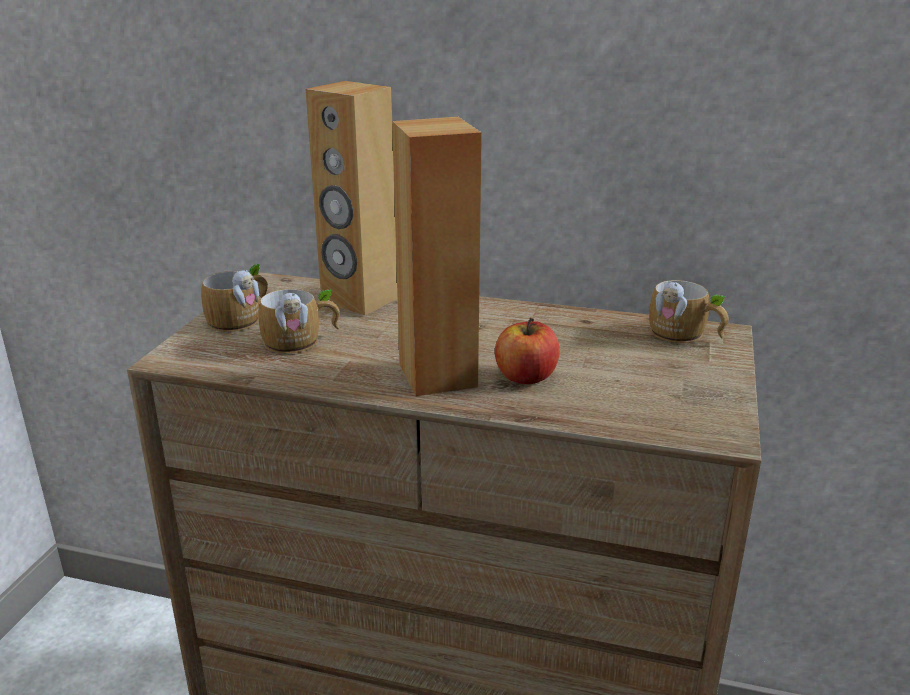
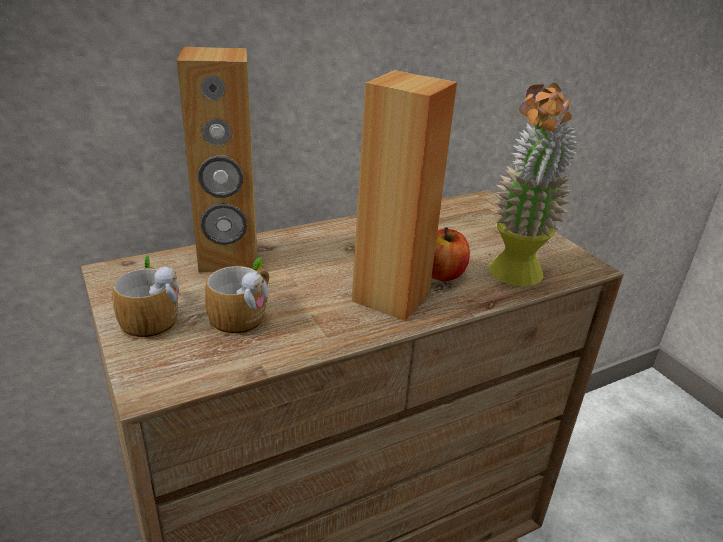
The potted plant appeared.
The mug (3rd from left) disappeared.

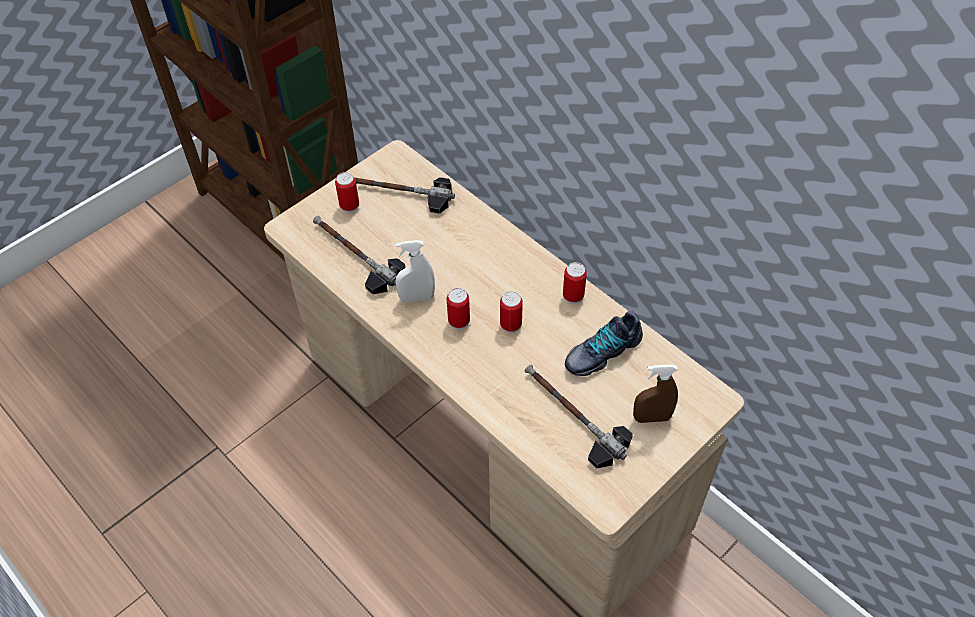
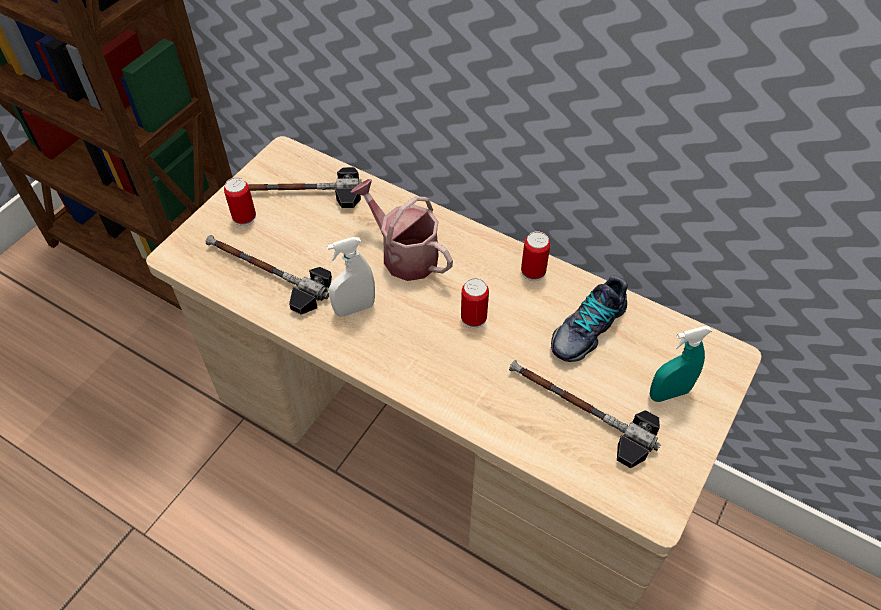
The watering can appeared.
The brown spray bottle became the turquoise spray bottle.
The can (2nd from left) disappeared.

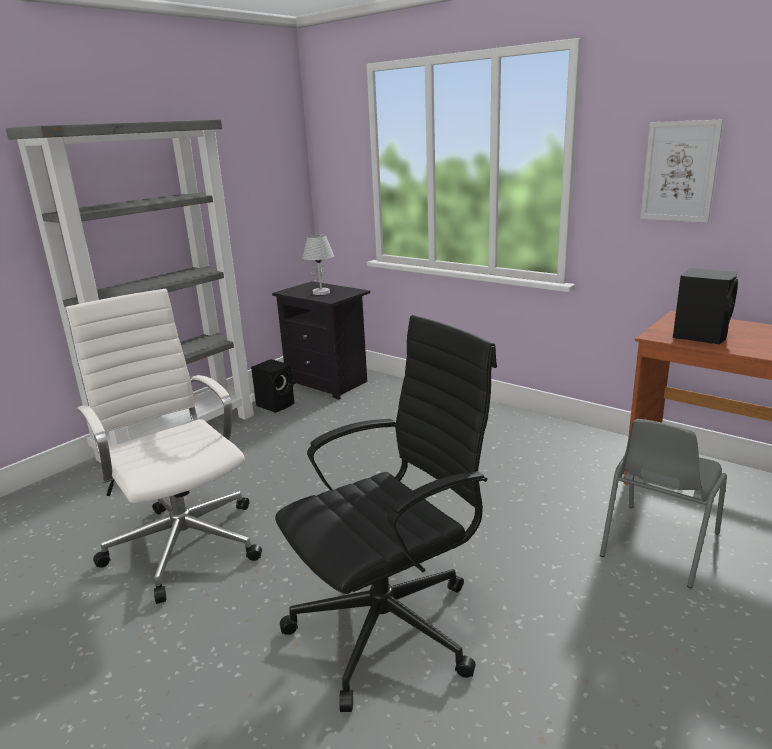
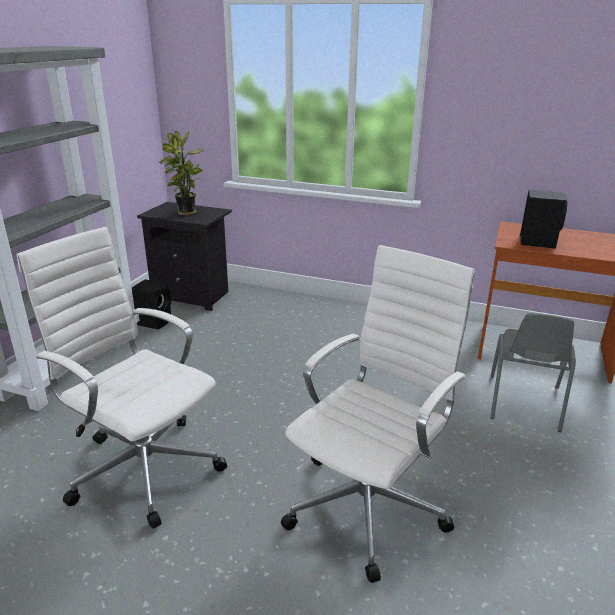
The white table lamp was replaced by the potted plant.
The black office chair became the white office chair (2nd from left).
The picture disappeared.

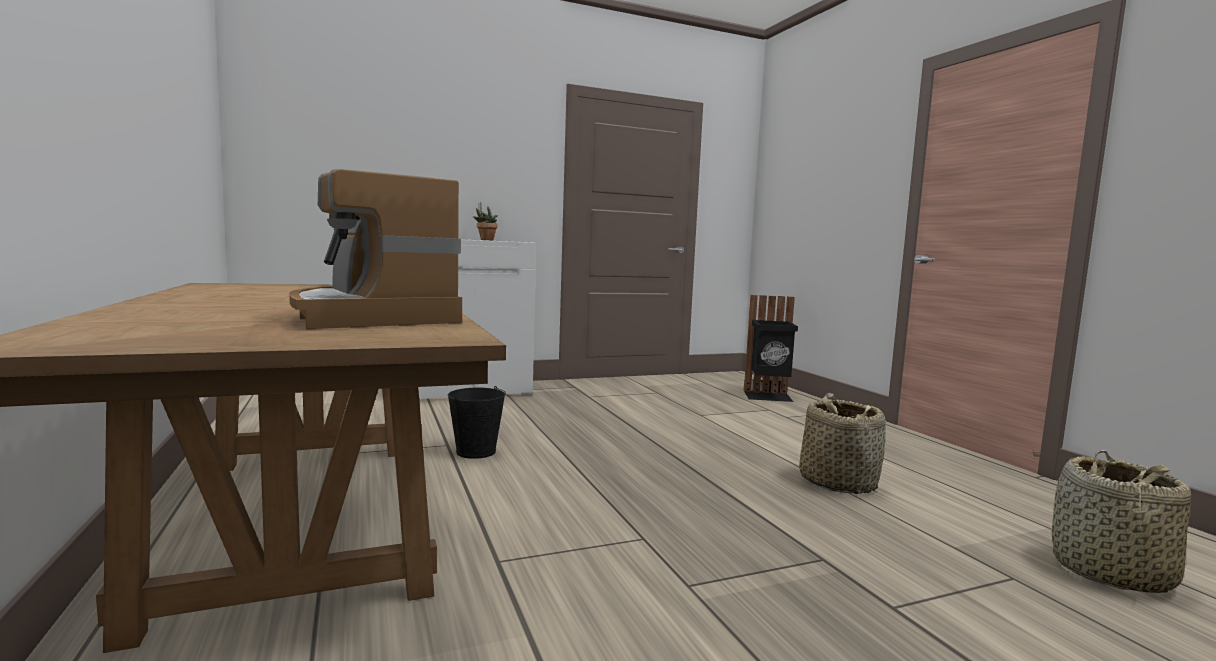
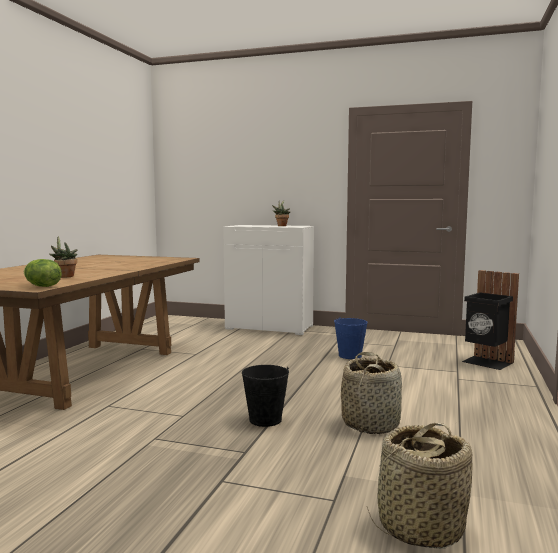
The lettuce appeared.
The coffee machine was replaced by the potted plant (1st from left).
The black bucket moved.
The blue bucket appeared.

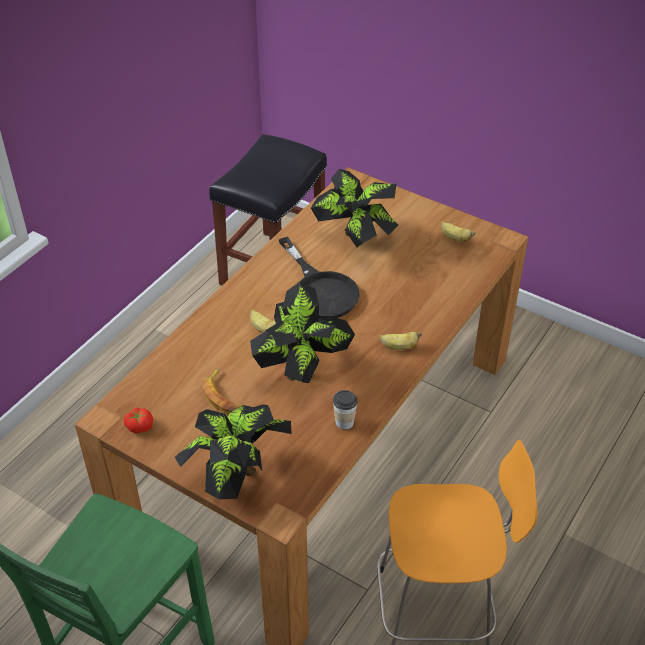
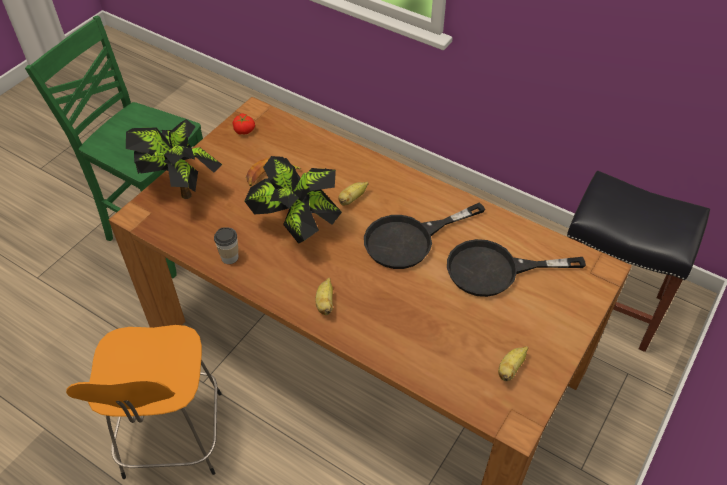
The potted plant (3rd from left) was replaced by the black frying pan (2nd from left).

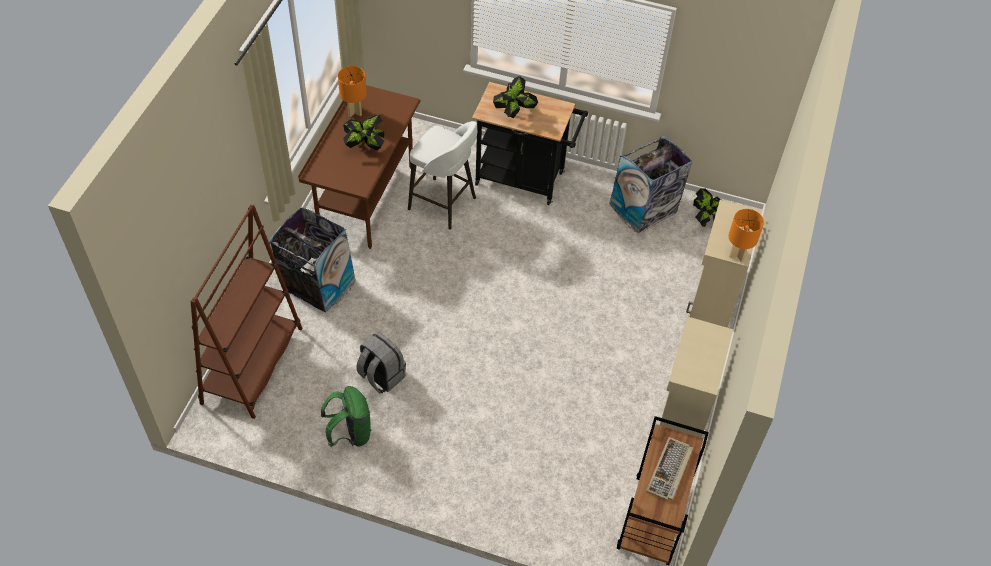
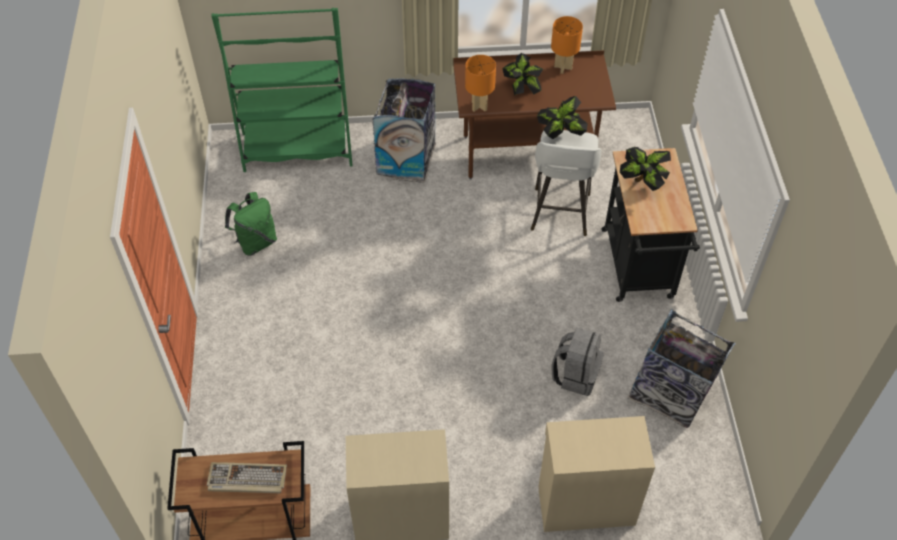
The brown bookcase became the green bookcase.
The orange table lamp (2nd from left in the first image) moved.
The potted plant (3rd from left in the first image) moved.
The grey backpack moved.

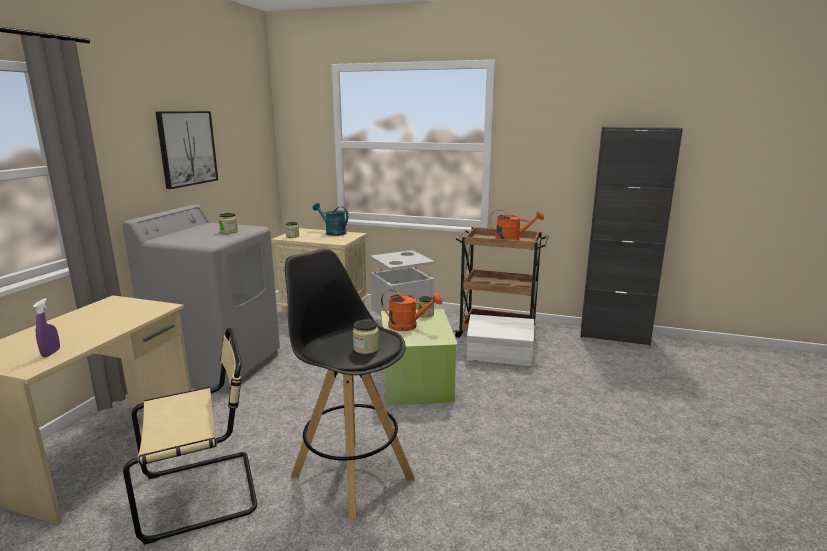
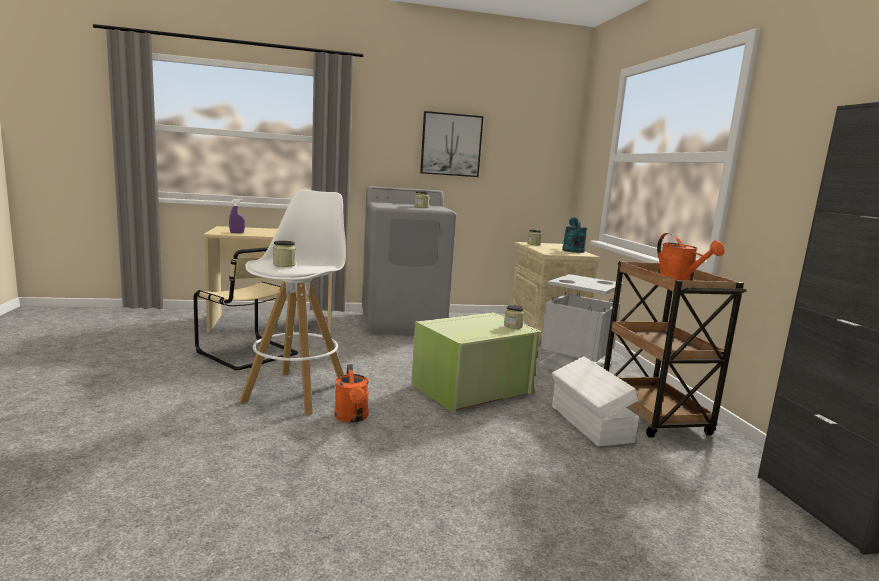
The black stool became the white stool.
The orange watering can (1st from left) moved.

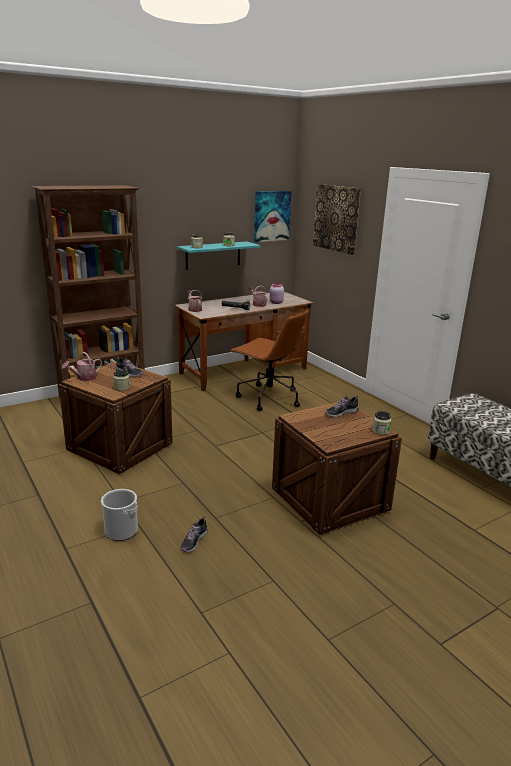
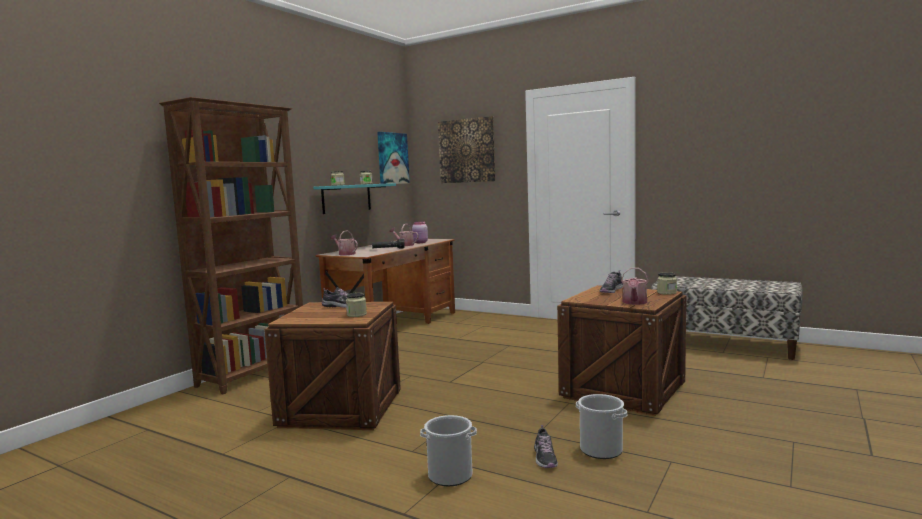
The bucket (2nd from left) appeared.
The watering can (1st from left in the first image) moved.
The brown office chair disappeared.

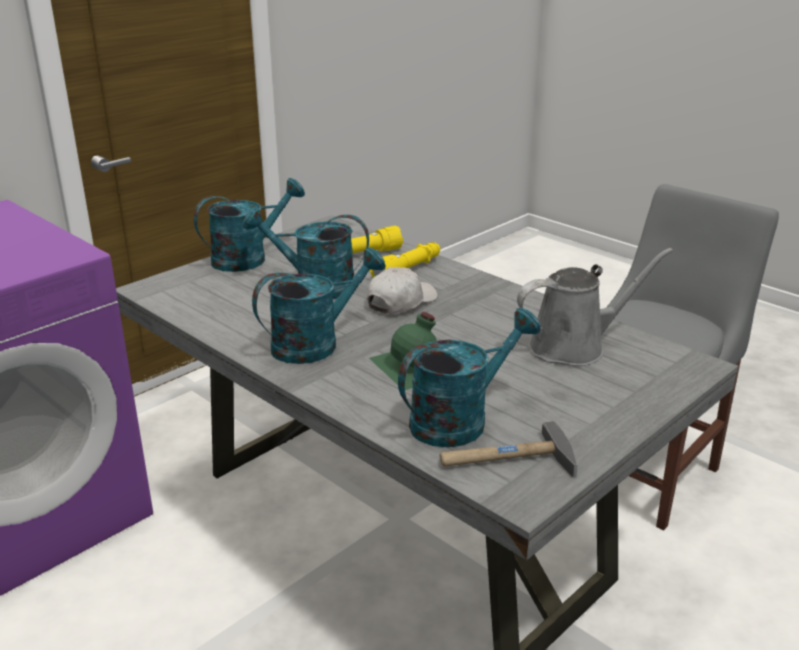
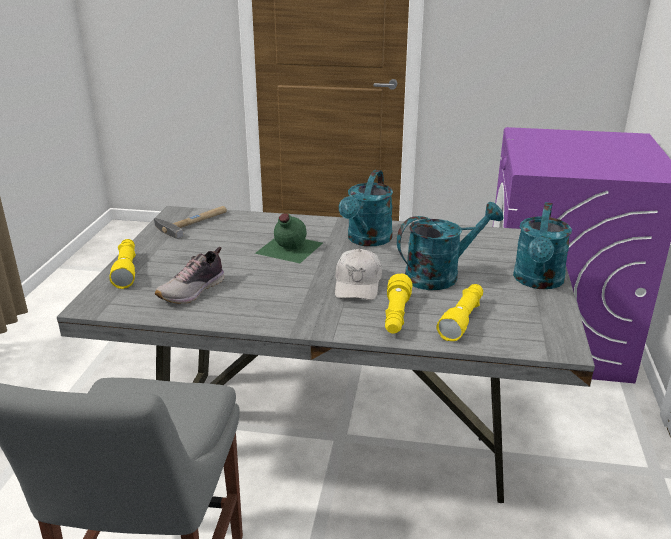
The yellow flashlight (1st from left) appeared.
The grey watering can was replaced by the shoe.
The turquoise watering can (4th from left) disappeared.

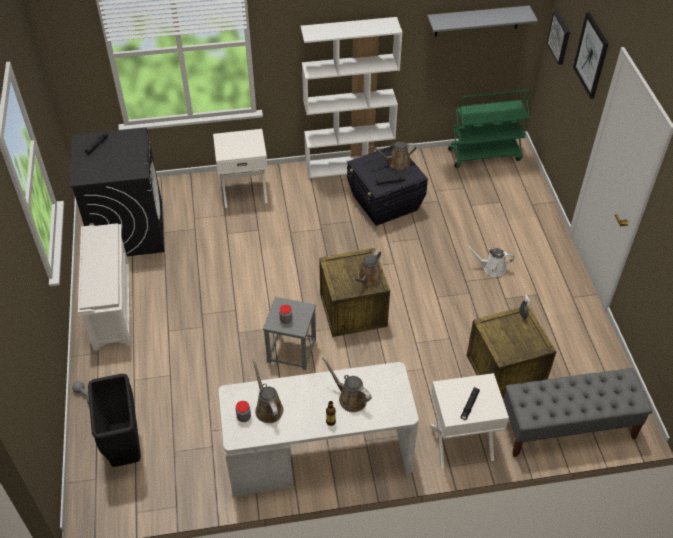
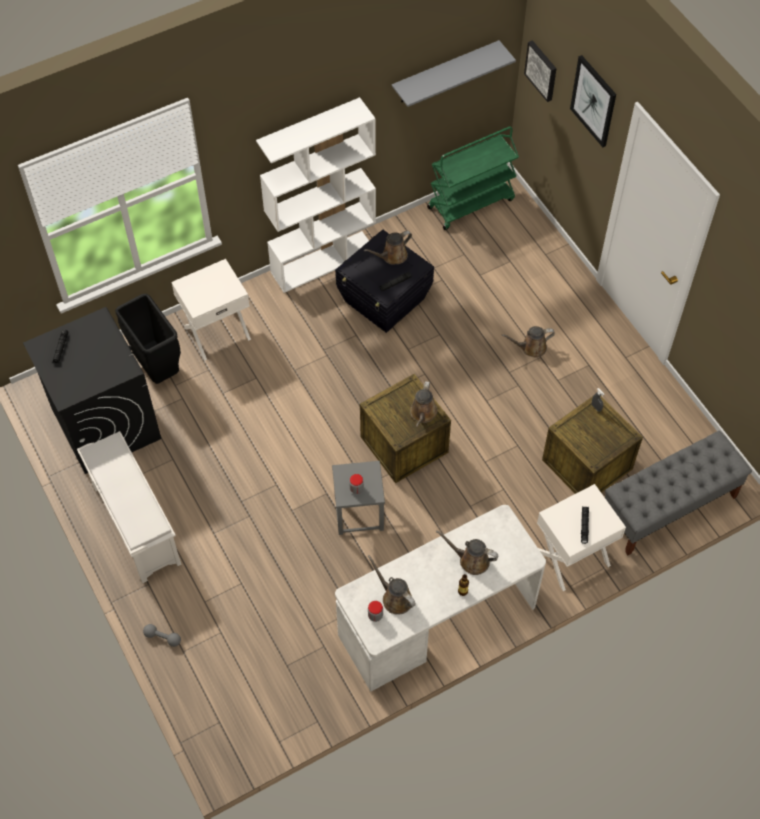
The black trash can moved.
The white watering can became the brown watering can (5th from left).

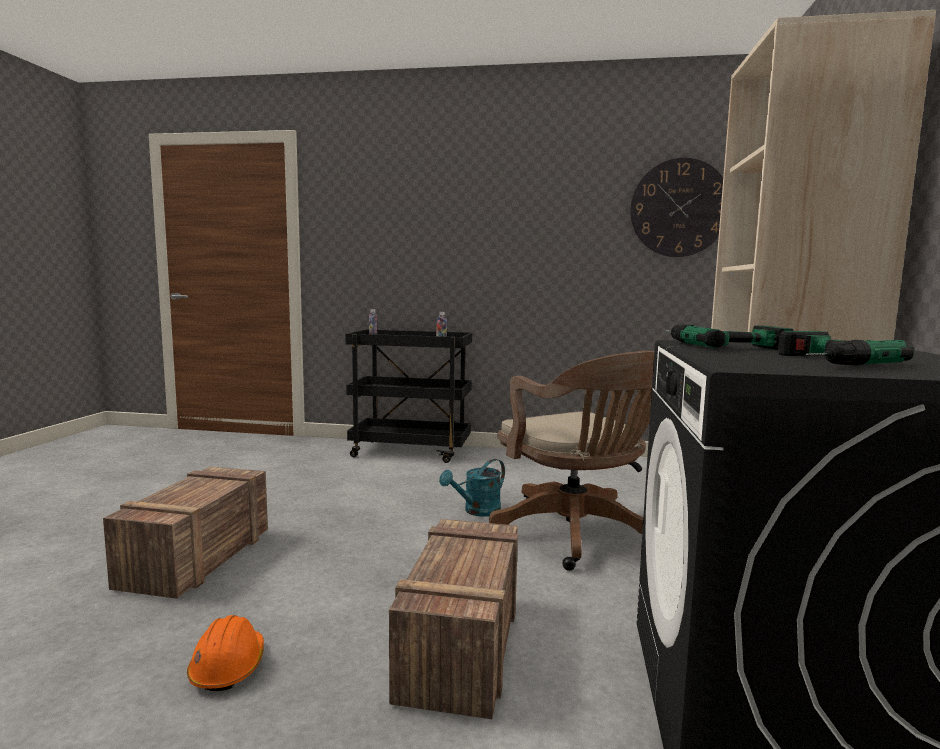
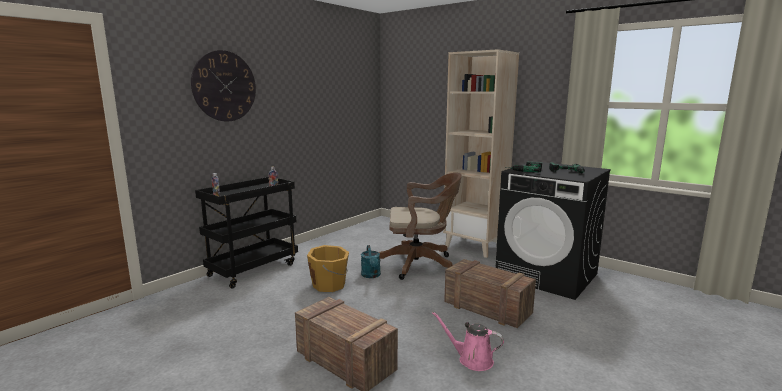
The wall clock moved.
The orange bucket appeared.
The orange hard hat was replaced by the pink watering can.

